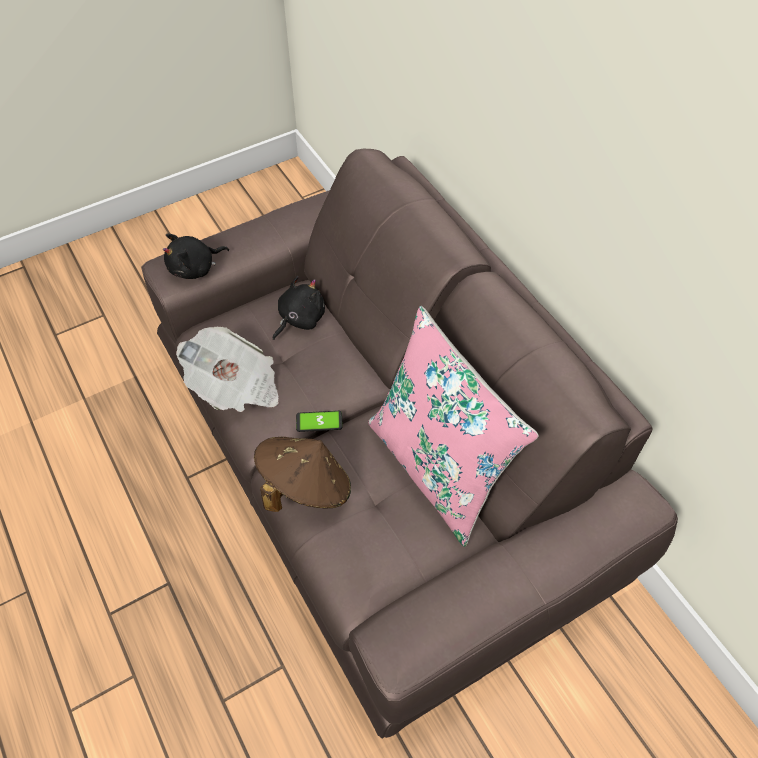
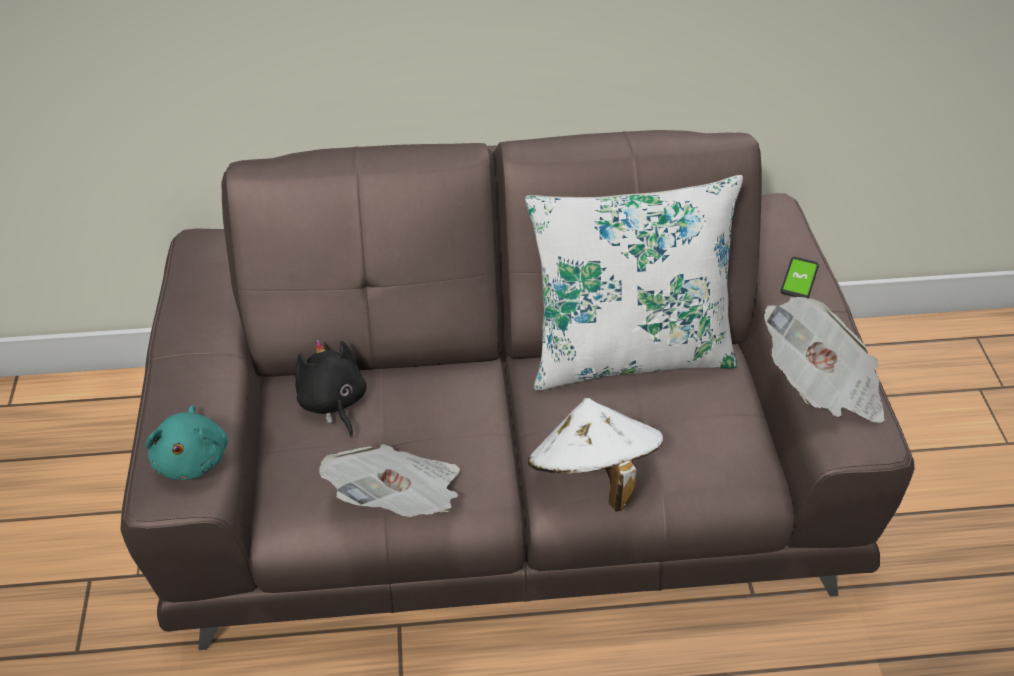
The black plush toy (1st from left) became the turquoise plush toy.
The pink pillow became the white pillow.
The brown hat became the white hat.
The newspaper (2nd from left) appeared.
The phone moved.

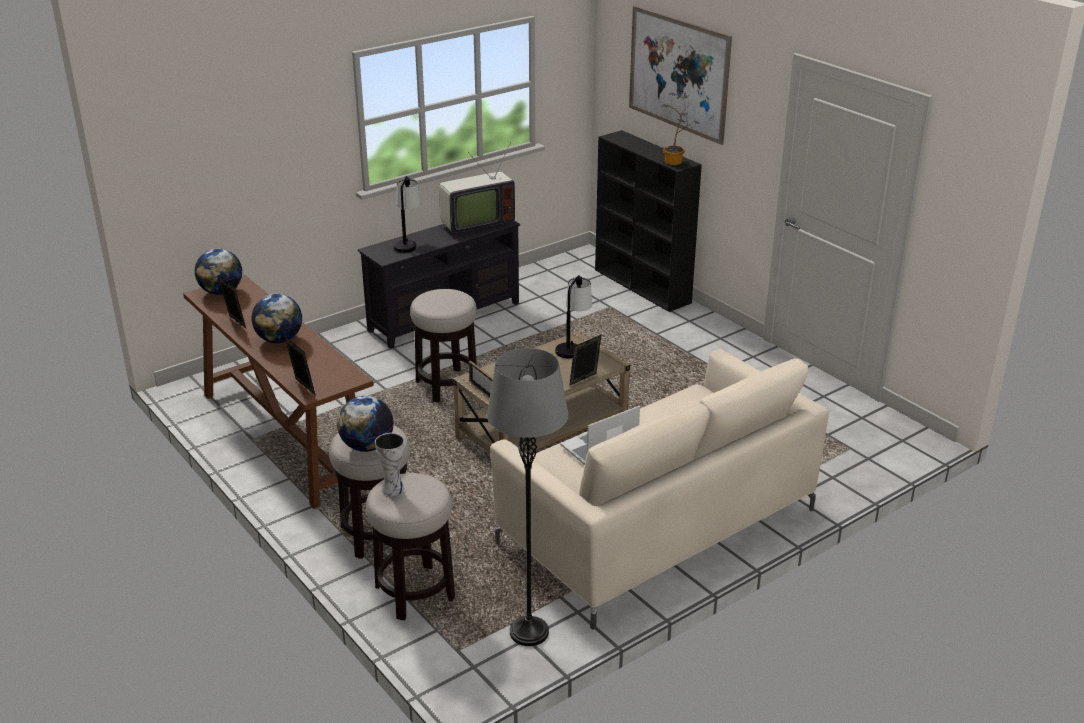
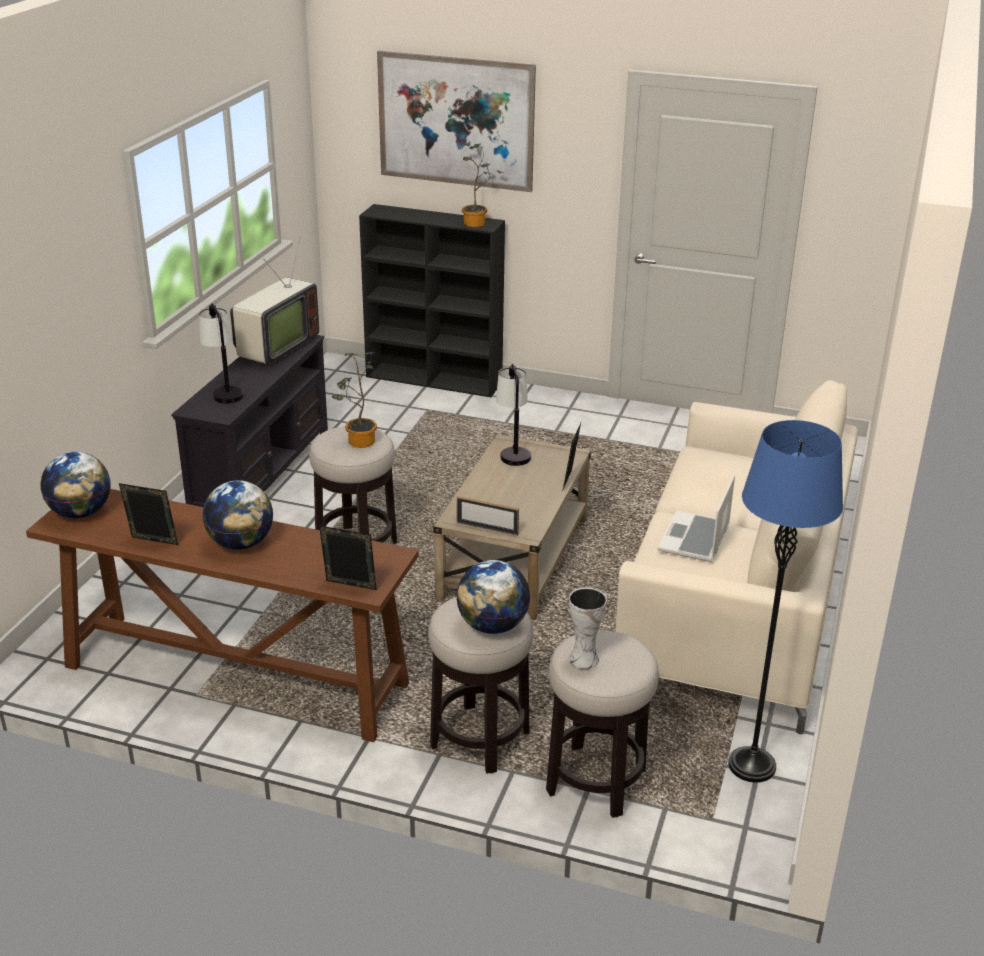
The potted plant (1st from left) appeared.
The grey floor lamp became the blue floor lamp.

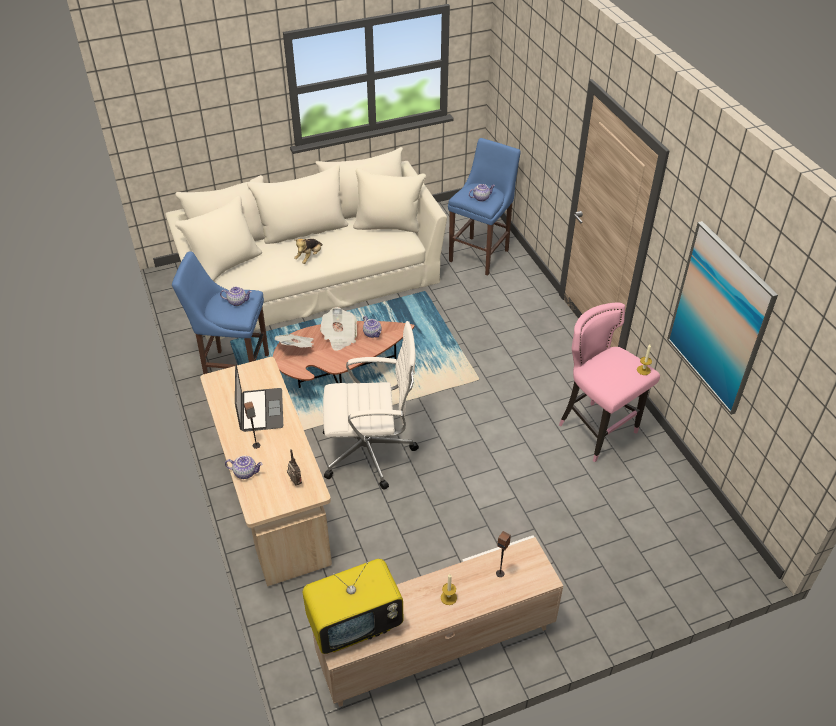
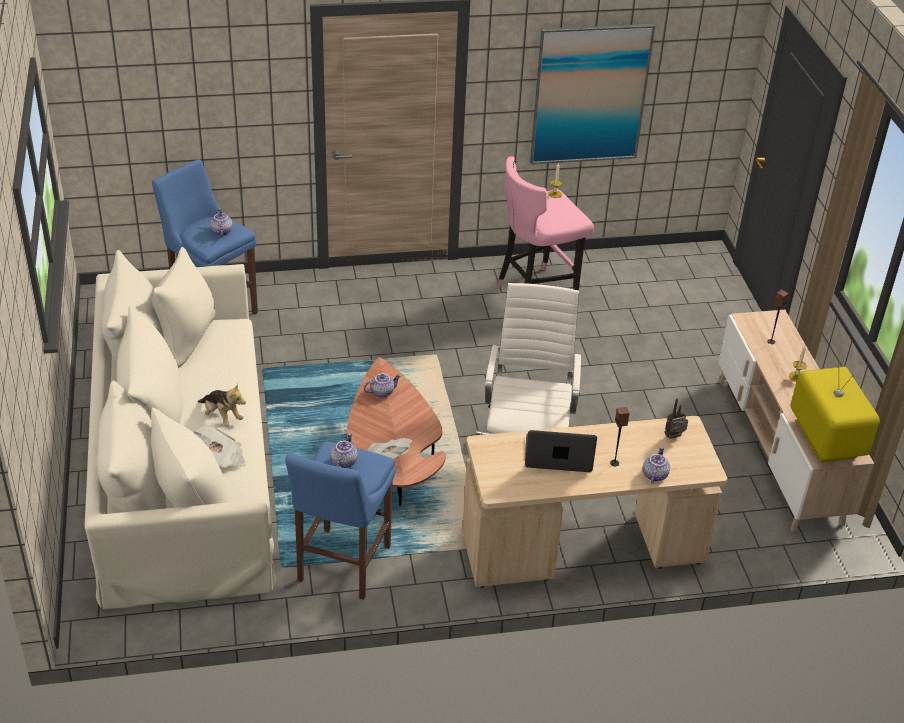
The newspaper (2nd from left in the first image) moved.

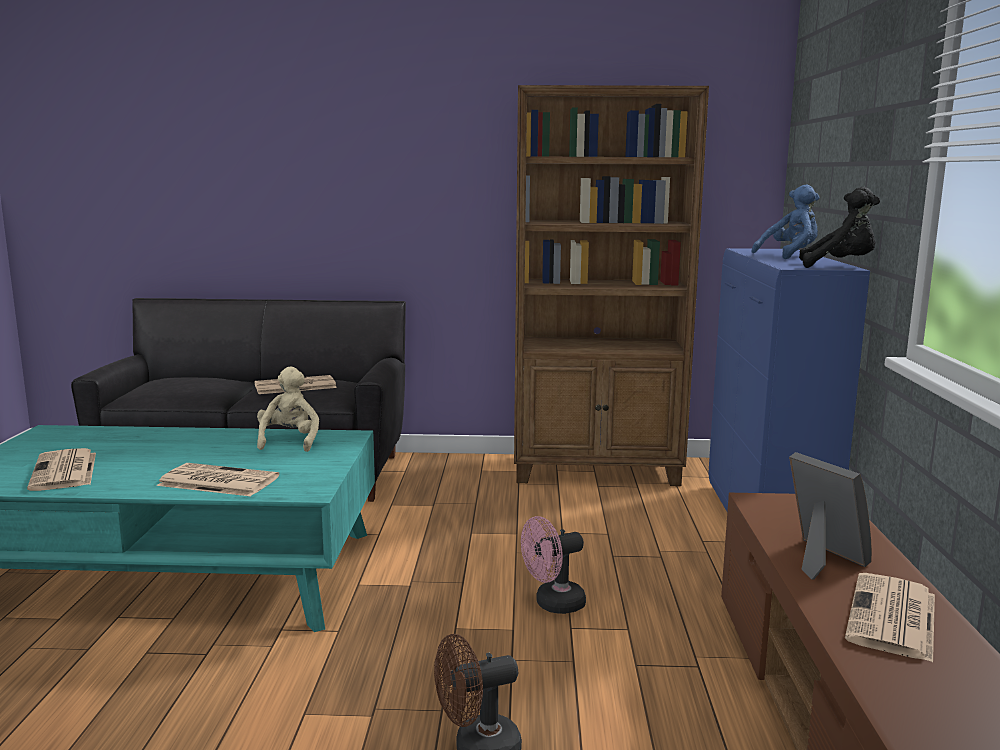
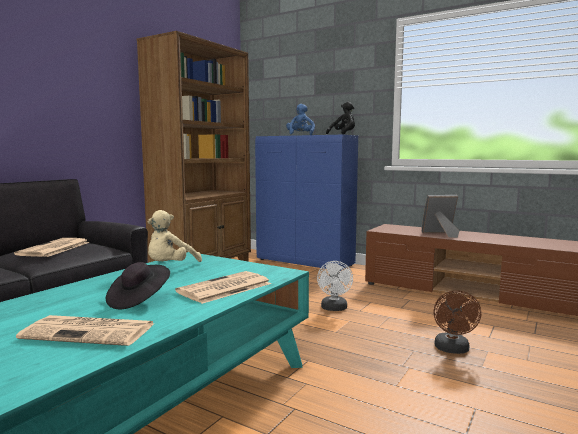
The black hat appeared.
The beige plush toy turned 90 degrees counterclockwise.
The pink fan became the white fan.
The newspaper (4th from left) disappeared.

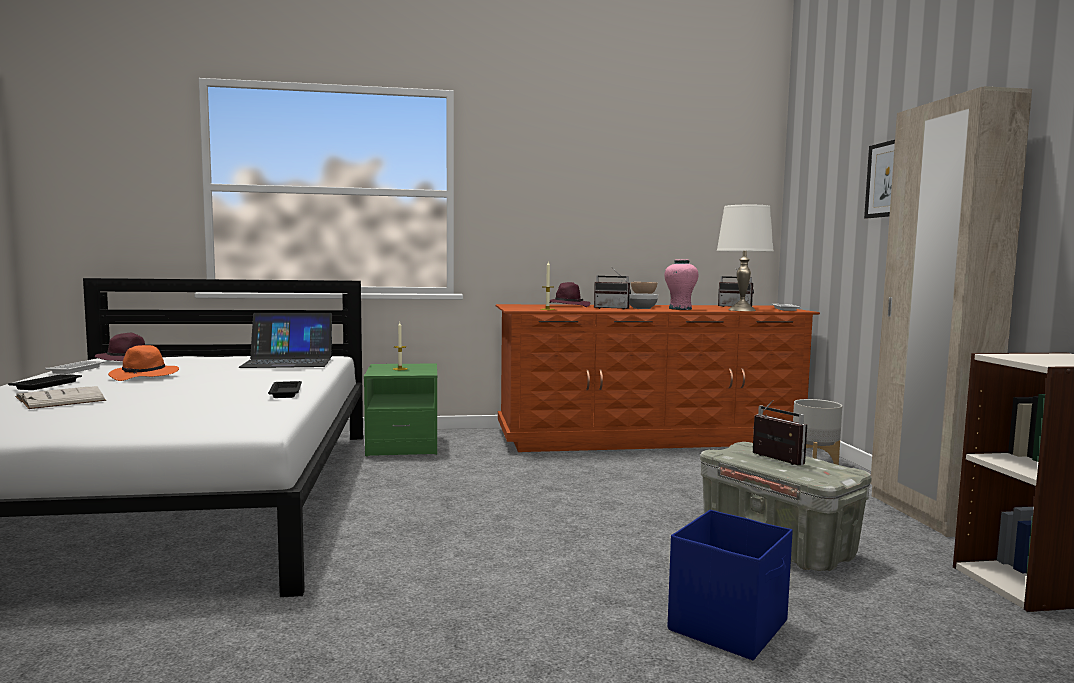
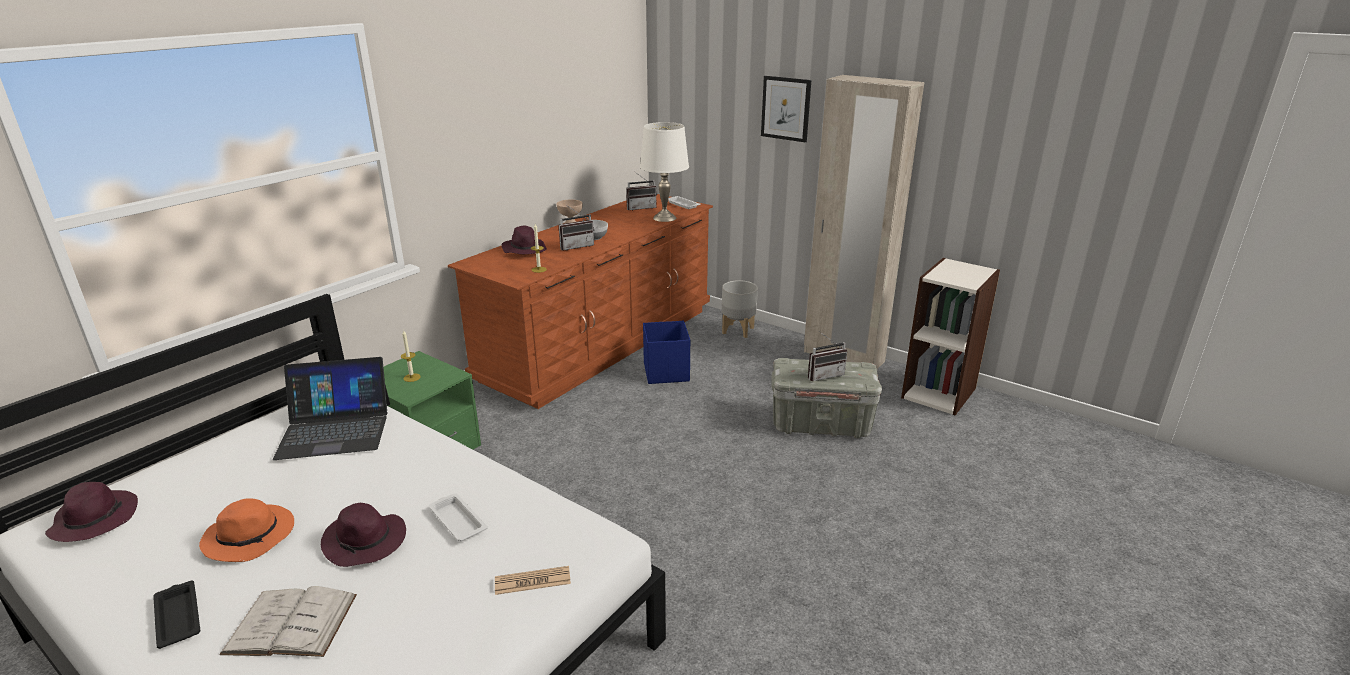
The laptop turned 45 degrees clockwise.
The purple hat (2nd from left) appeared.
The white tray (1st from left) moved.
The newspaper appeared.
The blue storage box moved.
The radio (3rd from left) turned 150 degrees clockwise.
The black tray (2nd from left) disappeared.
The pink vase disappeared.

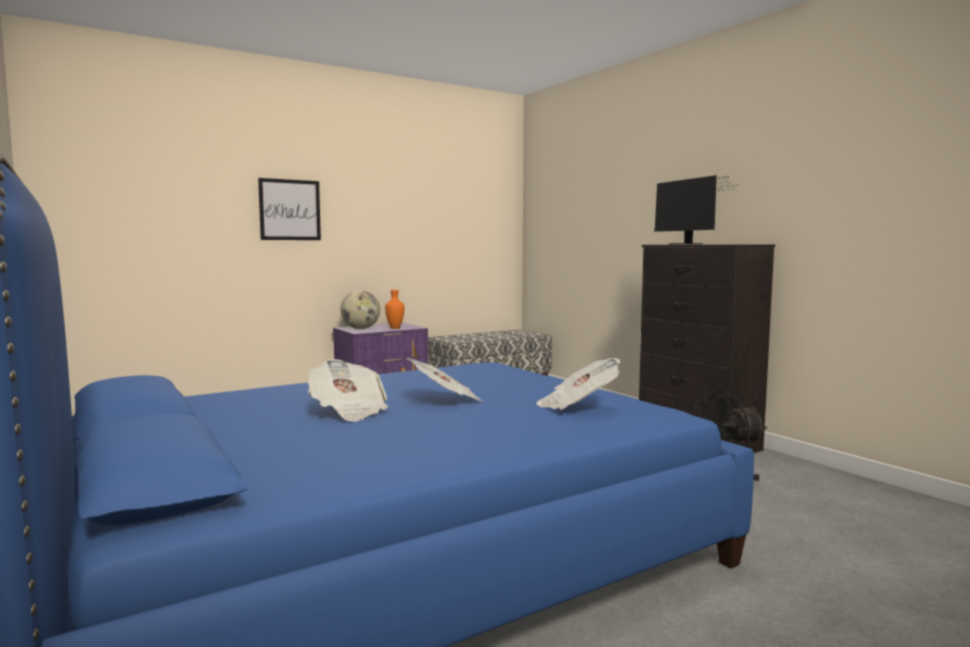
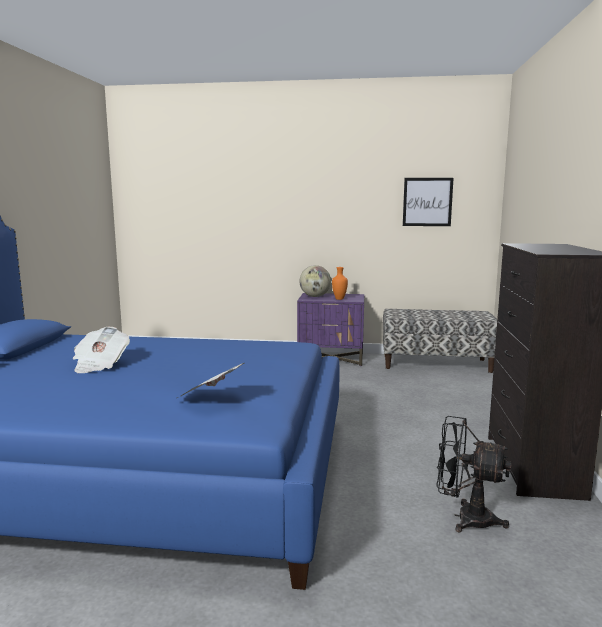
The picture moved.
The newspaper (2nd from left) disappeared.
The monitor disappeared.

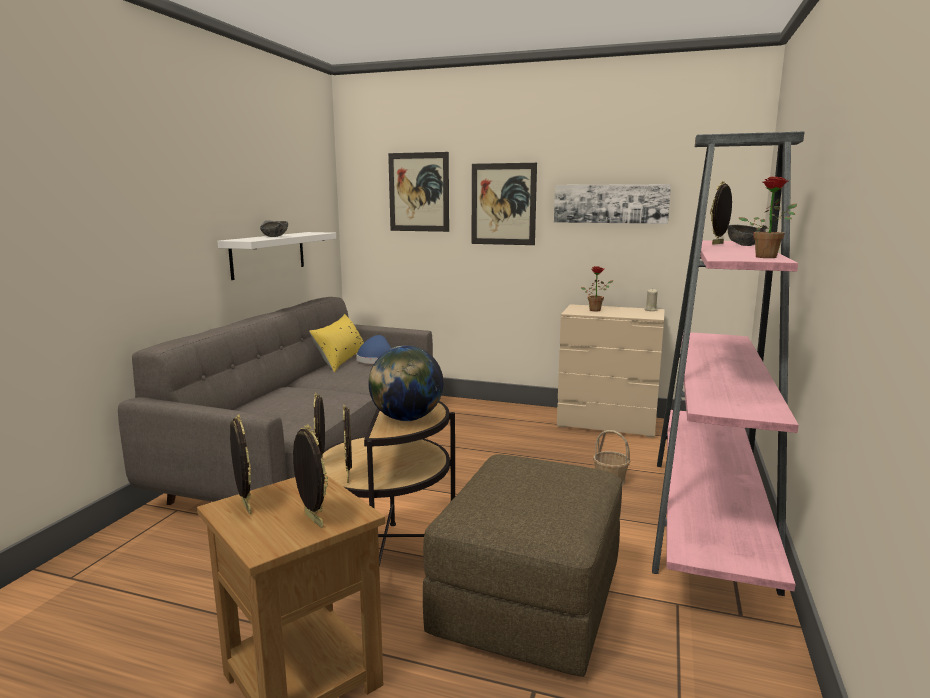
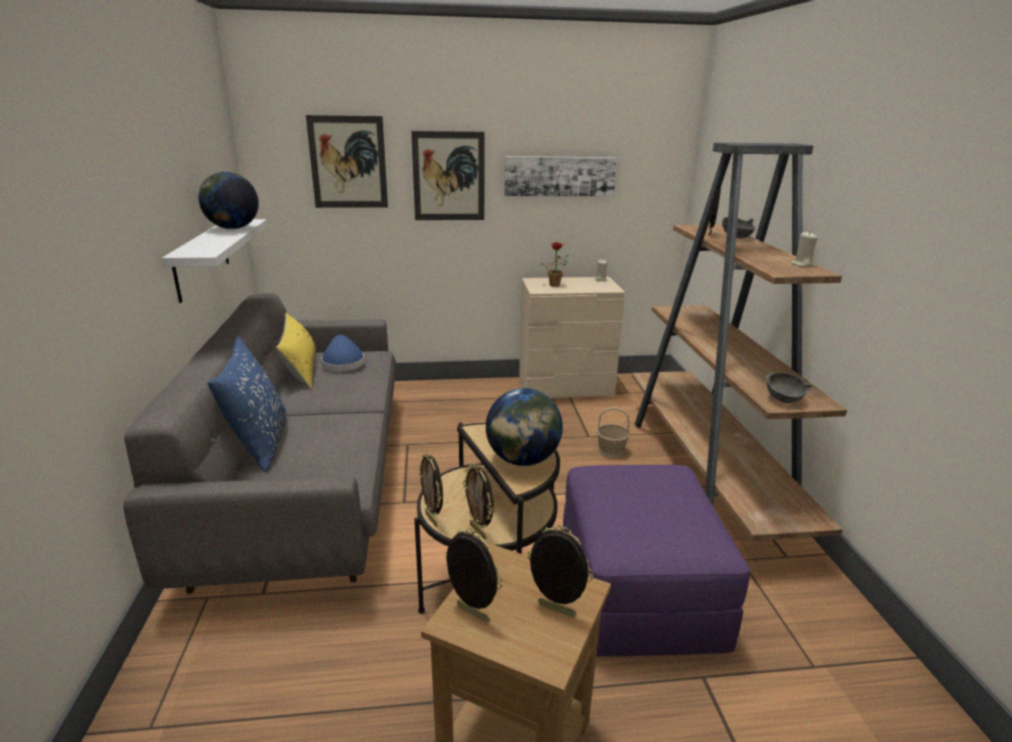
The globe (1st from left) appeared.
The blue pillow appeared.
The brown ottoman became the purple ottoman.
The pink bookcase became the brown bookcase.
The grey bowl (1st from left in the first image) moved.
The potted plant (2nd from left) was replaced by the beige candle (2nd from left).

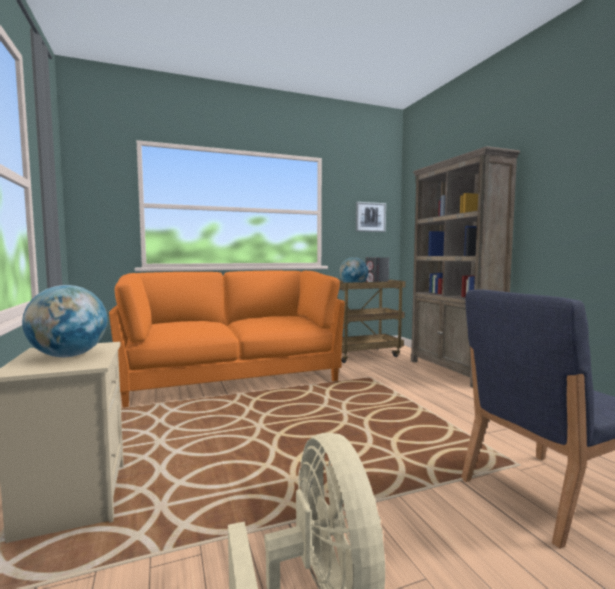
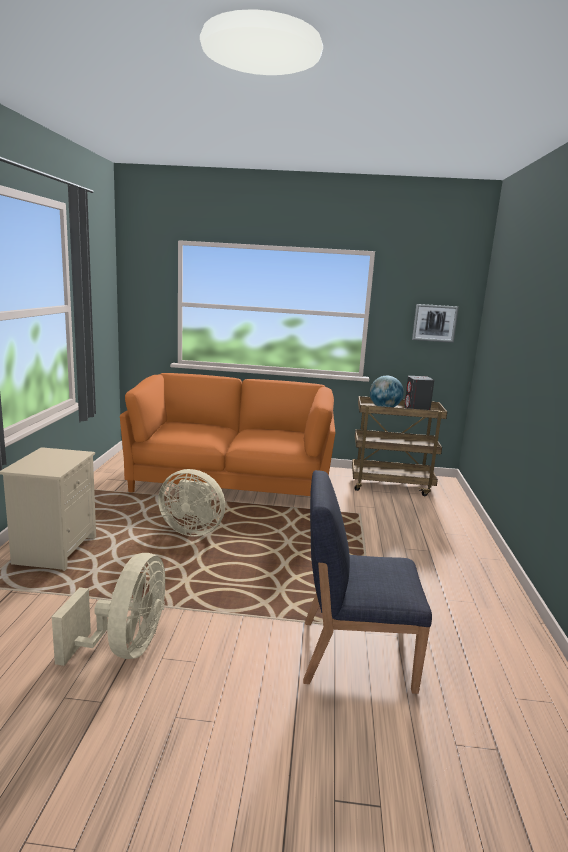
The beige fan (2nd from left) appeared.
The globe (1st from left) disappeared.
The brown bookcase disappeared.

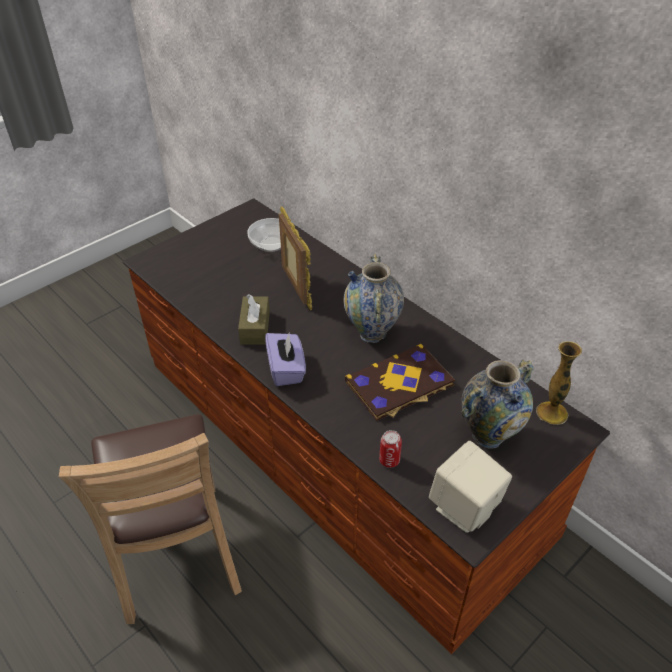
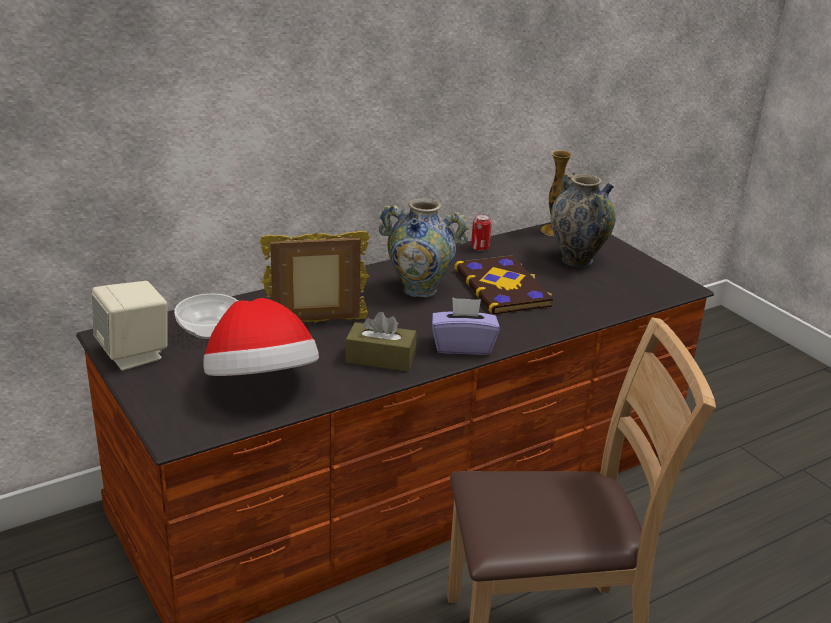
The beige speaker moved.
The hat appeared.
The can moved.

